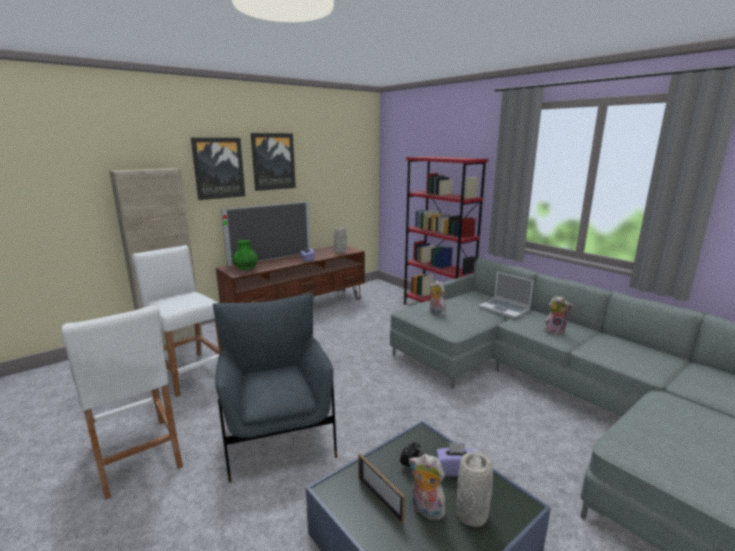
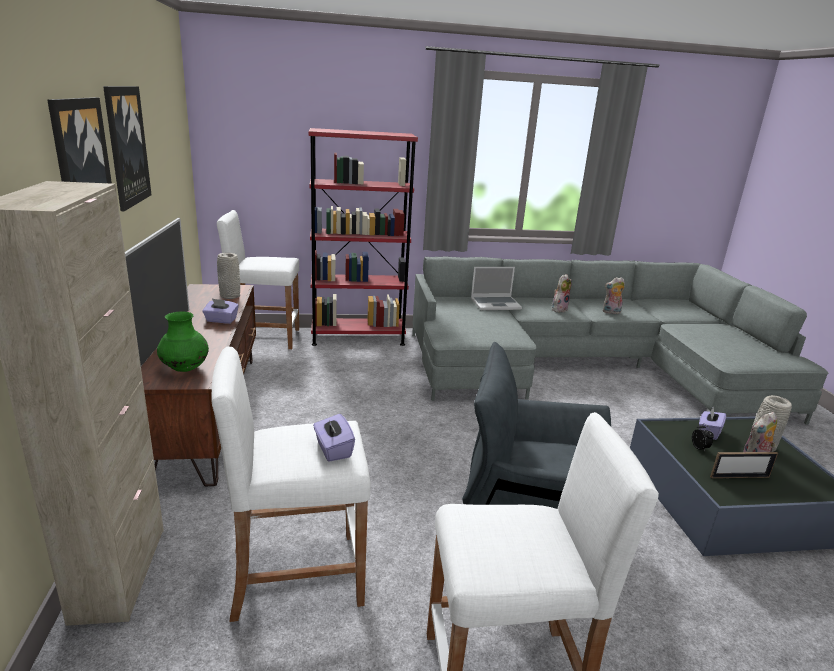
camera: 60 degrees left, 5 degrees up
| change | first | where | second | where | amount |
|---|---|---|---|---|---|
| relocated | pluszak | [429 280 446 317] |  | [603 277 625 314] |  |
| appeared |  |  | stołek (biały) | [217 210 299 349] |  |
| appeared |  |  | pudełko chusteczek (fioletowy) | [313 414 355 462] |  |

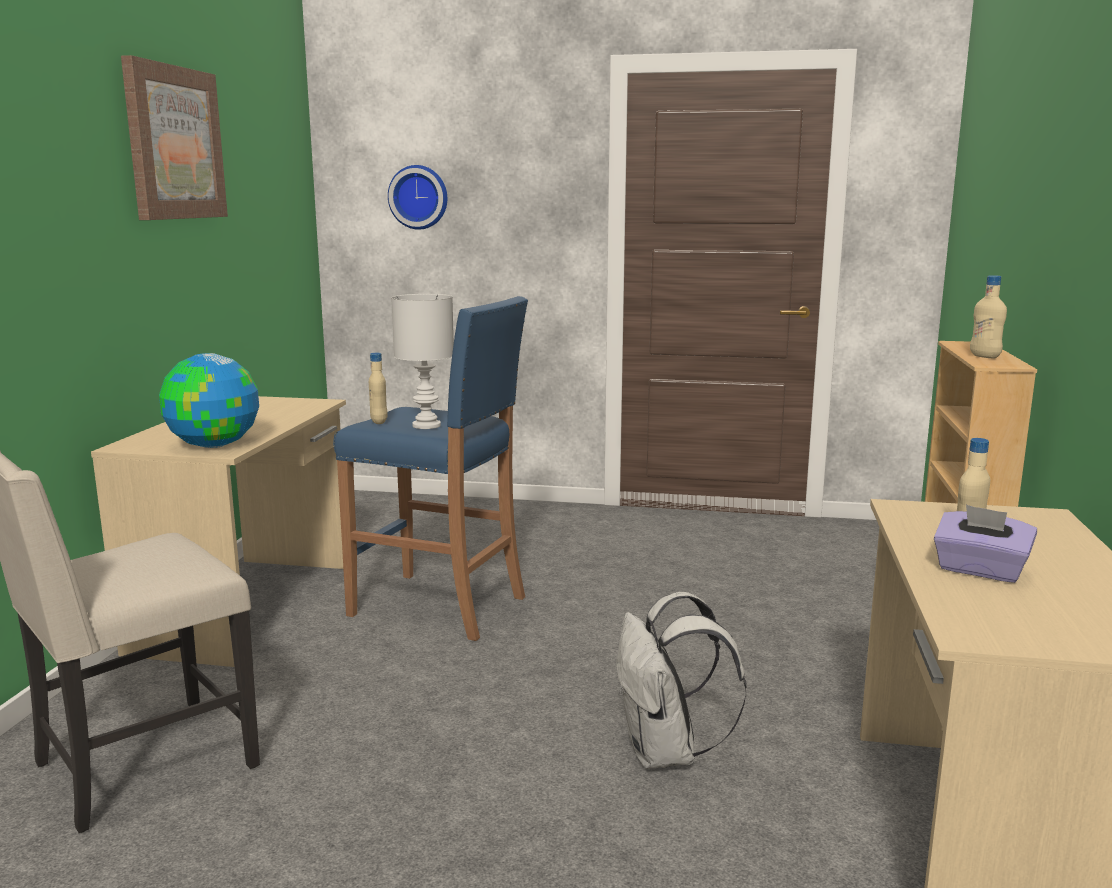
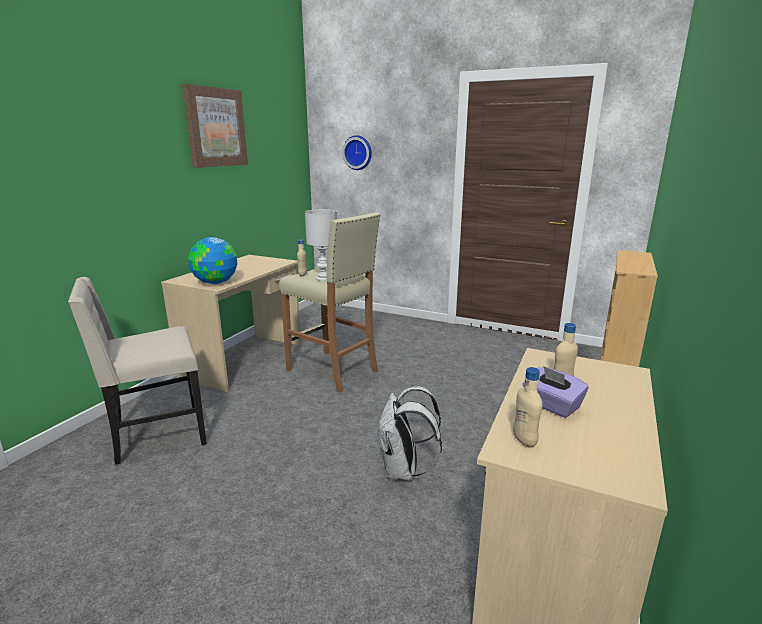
camera: 15 degrees right, 5 degrees up
| change | first | where | second | where | amount |
|---|---|---|---|---|---|
| relocated | butelka (beżowy) | [970 275 1007 358] |  | [513 367 543 448] |  |
| colour | stołek (niebieski) | [333 296 528 641] | stołek (beżowy) | [279 212 381 393] |  |

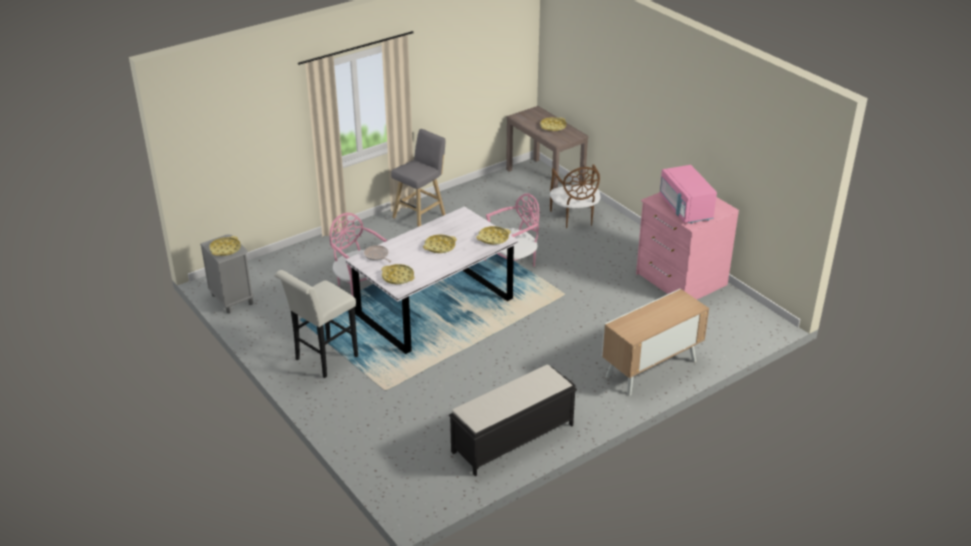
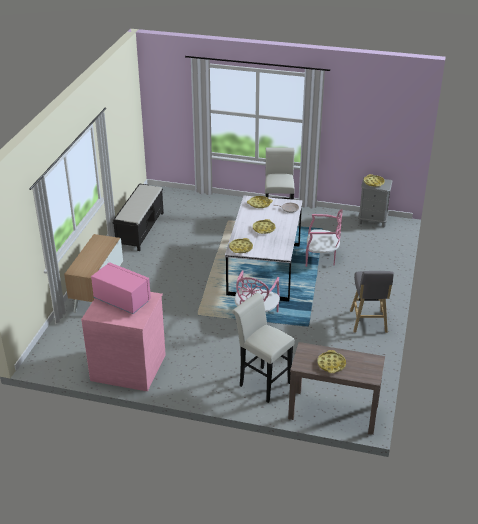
camera: 140 degrees right, 0 degrees up
| change | first | where | second | where | amount |
|---|---|---|---|---|---|
| exchanged | krzesło (brązowy) | [550 164 600 228] | stołek (biały) | [232 293 295 403] |  |

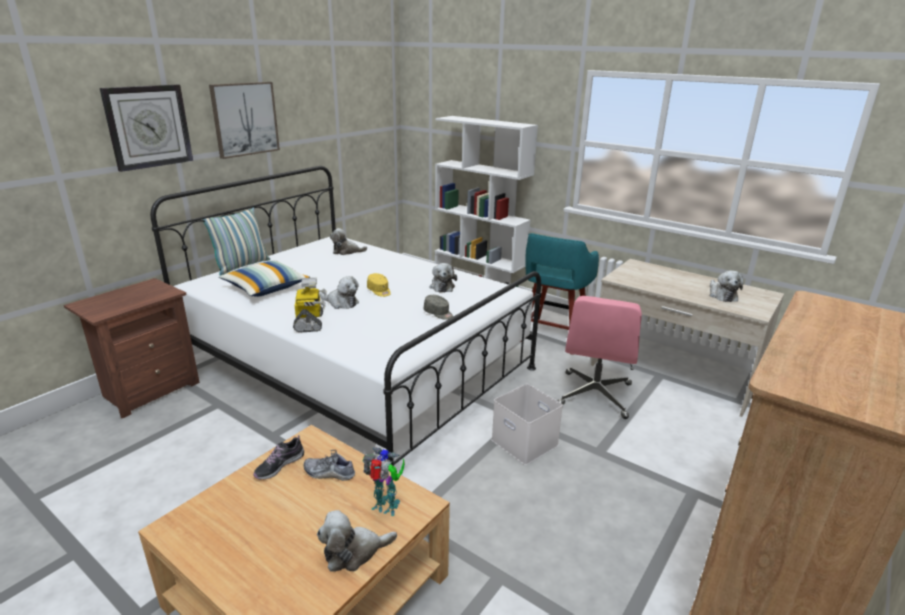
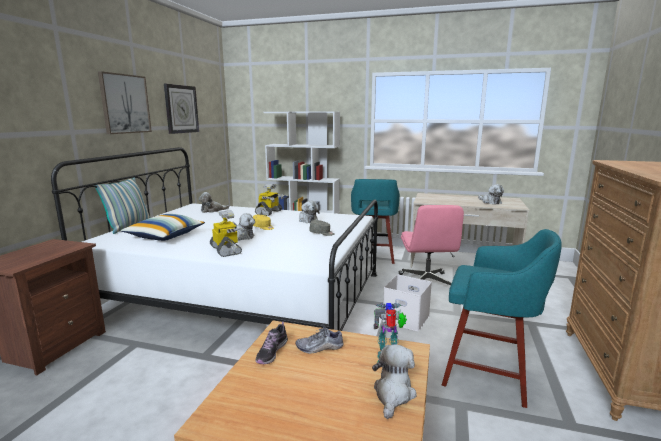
camera: 20 degrees left, 10 degrees down
| change | first | where | second | where | amount |
|---|---|---|---|---|---|
| relocated | zegar ścienny | [100 85 193 172] |  | [164 84 199 134] |  |
| spun | pluszak | [317 510 397 572] |  | [372 344 417 419] | 150 degrees clockwise |
| appeared |  |  | robot zabawkowy | [255 184 284 216] |  |
| appeared |  |  | stołek (turkusowy) | [442 229 562 408] |  |

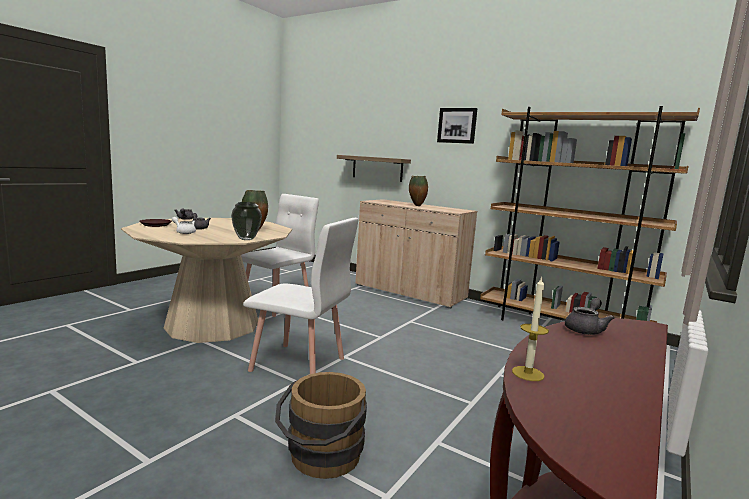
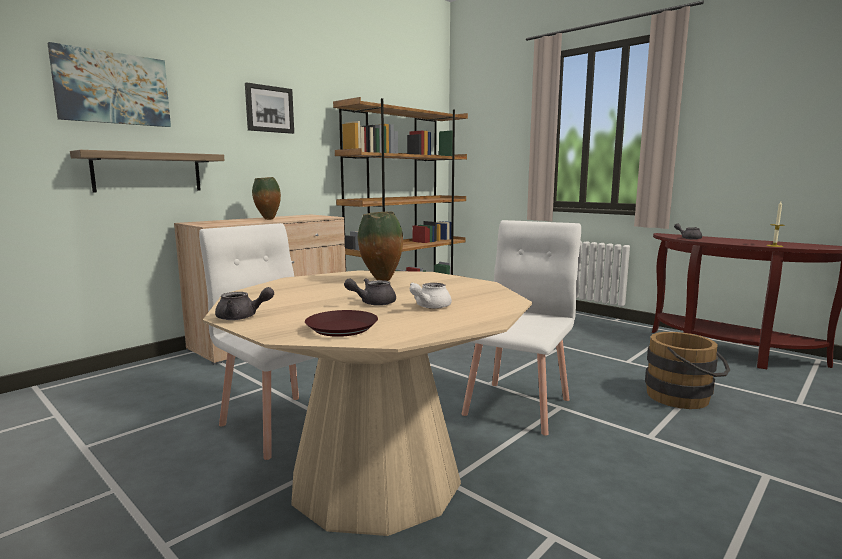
camera: 80 degrees left, 0 degrees up
| change | first | where | second | where | amount |
|---|---|---|---|---|---|
| missing | wazon | [231 202 262 240] |  |  |  |
| appeared |  |  | obraz | [47 42 171 127] |  |

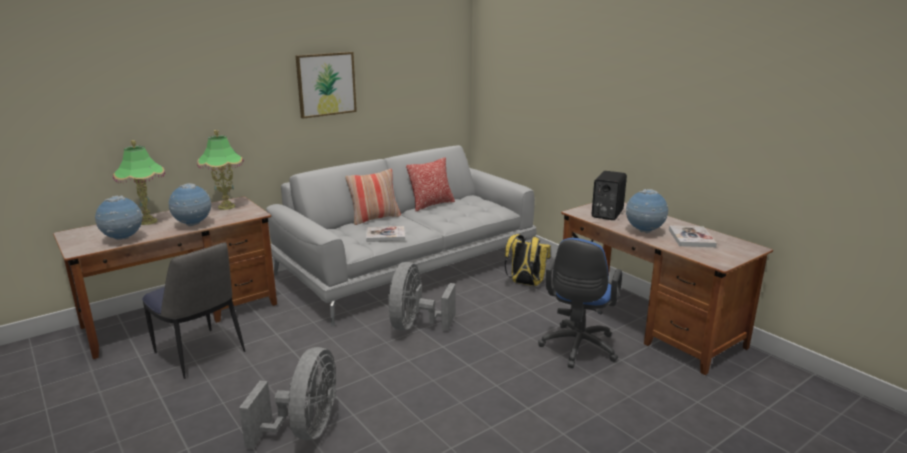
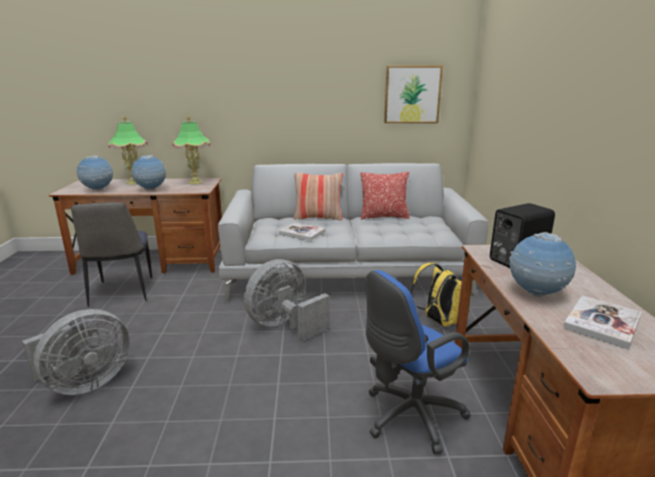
camera: 35 degrees right, 0 degrees up
| change | first | where | second | where | amount |
|---|---|---|---|---|---|
| relocated | obraz | [295 52 357 119] |  | [384 66 443 123] |  |

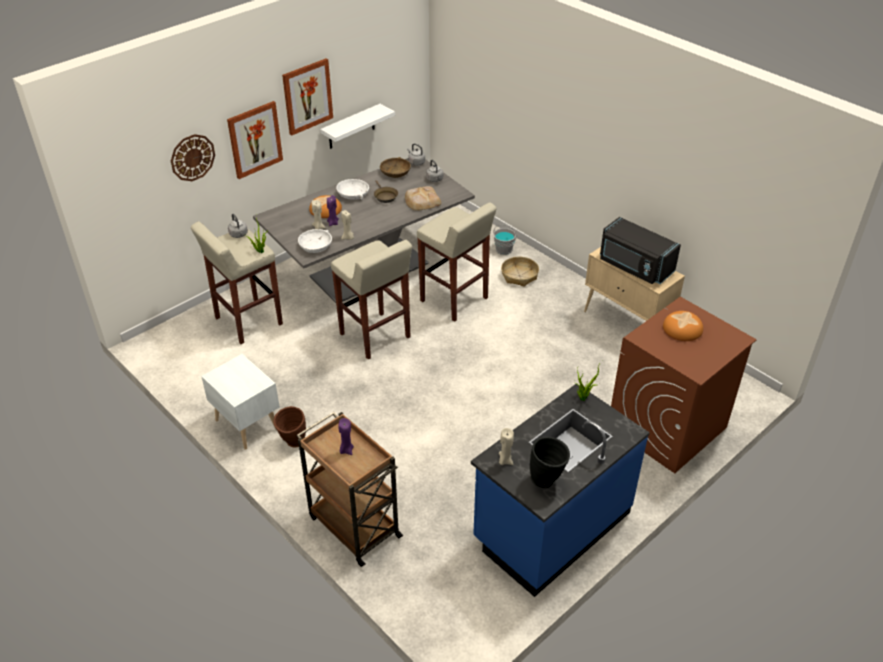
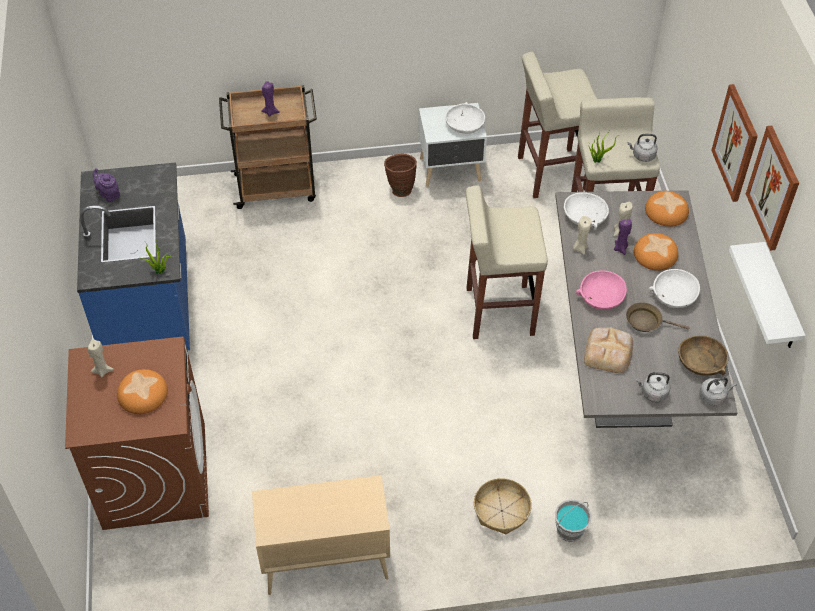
camera: 125 degrees right, 10 degrees up
| change | first | where | second | where | amount |
|---|---|---|---|---|---|
| missing | zegar ścienny | [171 134 215 181] |  |  |  |
| relocated | stołek (beżowy) | [417 202 497 322] |  | [518 52 597 198] |  |
| missing | mikrofalówka (czarny) | [600 217 681 284] |  |  |  |
| relocated | świeca (beżowy) | [499 428 514 465] |  | [88 339 114 377] |  |
| exchanged | wazon (czarny) | [530 437 570 488] | imbryk (fioletowy) | [93 168 120 202] |  |
| appeared |  |  | miska (biały) | [445 102 485 134] |  |
| appeared |  |  | chleb | [645 191 689 227] |  |
| appeared |  |  | miska (różowy) | [576 271 627 310] |  |

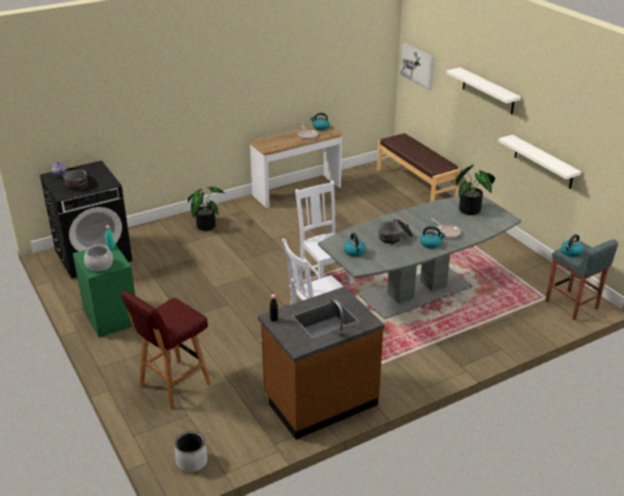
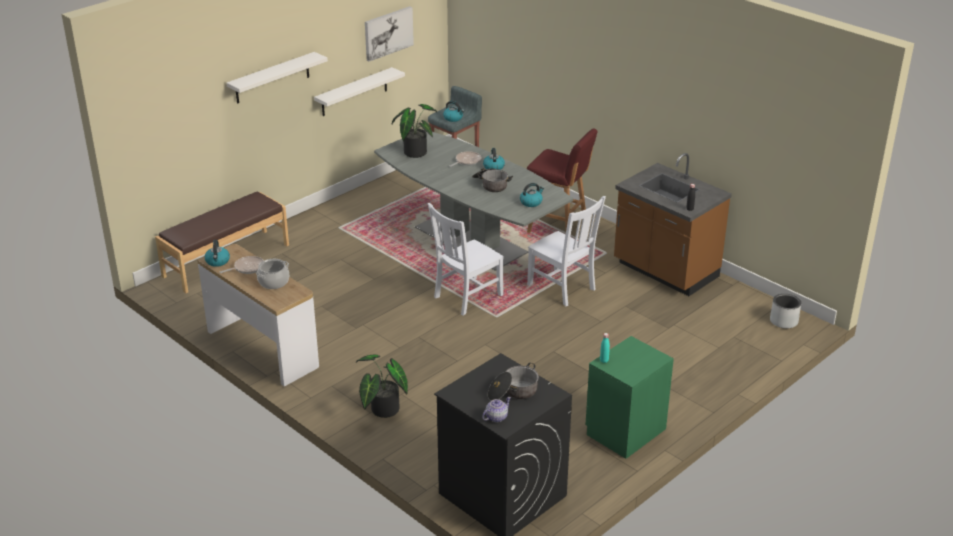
camera: 105 degrees left, 0 degrees up
| change | first | where | second | where | amount |
|---|---|---|---|---|---|
| relocated | obraz | [400 43 434 90] |  | [365 6 414 62] |  |
| relocated | garnek | [84 245 113 271] |  | [256 259 289 289] |  |
| relocated | stołek (czerwony) | [121 290 211 410] |  | [527 129 597 233] |  |

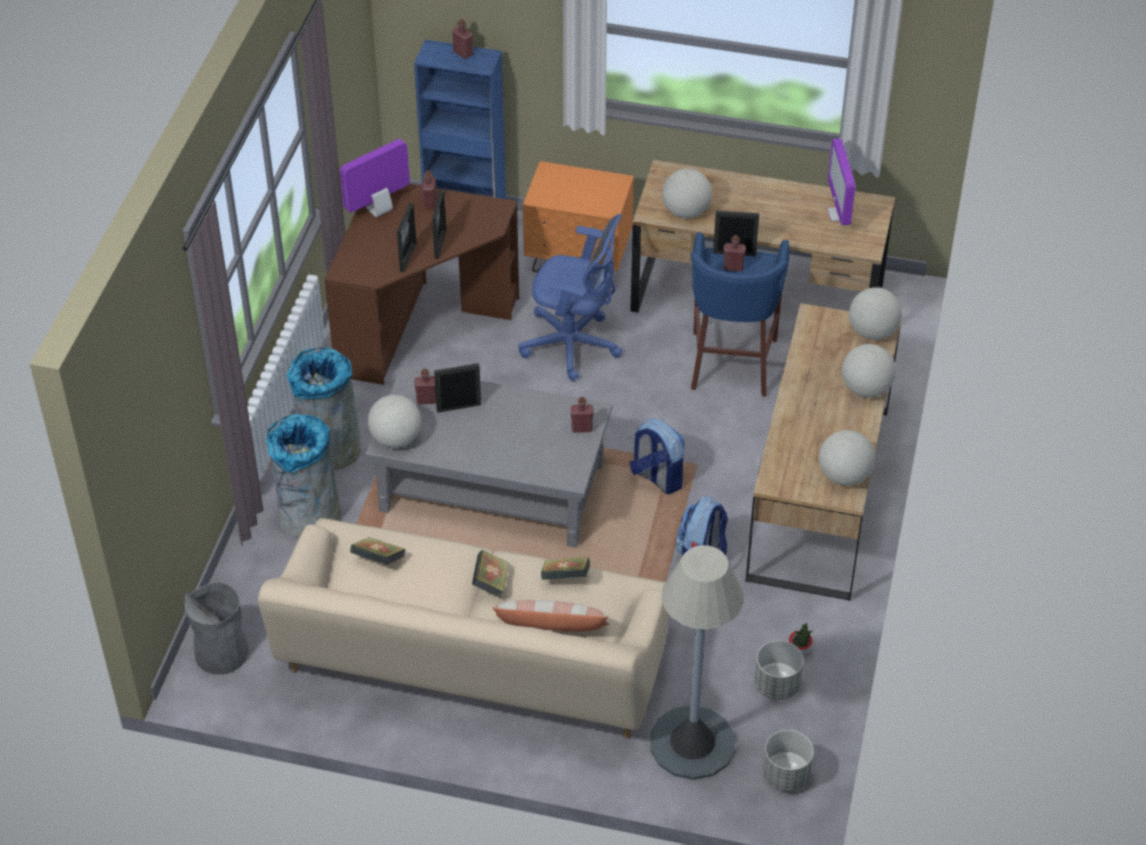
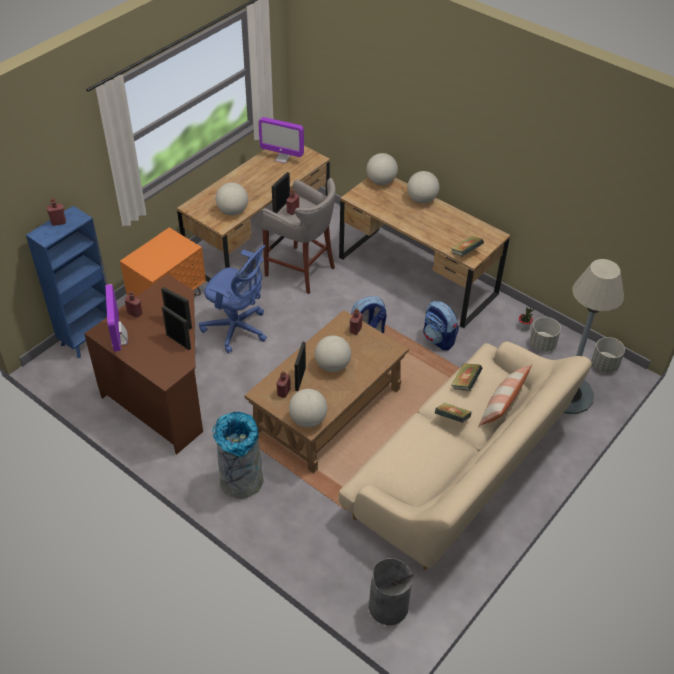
camera: 65 degrees left, 0 degrees up
| change | first | where | second | where | amount |
|---|---|---|---|---|---|
| spun | krzesło biurowe (niebieski) | [518 214 623 381] |  | [199 245 267 353] | 75 degrees clockwise |
| colour | stołek (niebieski) | [691 232 789 396] | stołek (szary) | [261 178 336 294] |  |
| colour | ława (szary) | [365 367 612 548] | ława (brązowy) | [244 310 409 473] |  |
| missing | kosz na śmieci (szary) | [266 414 341 538] |  |  |  |
| relocated | globus | [819 430 875 486] |  | [315 335 351 372] |  |
| relocated | książka | [350 537 405 565] |  | [451 236 484 257] |  |

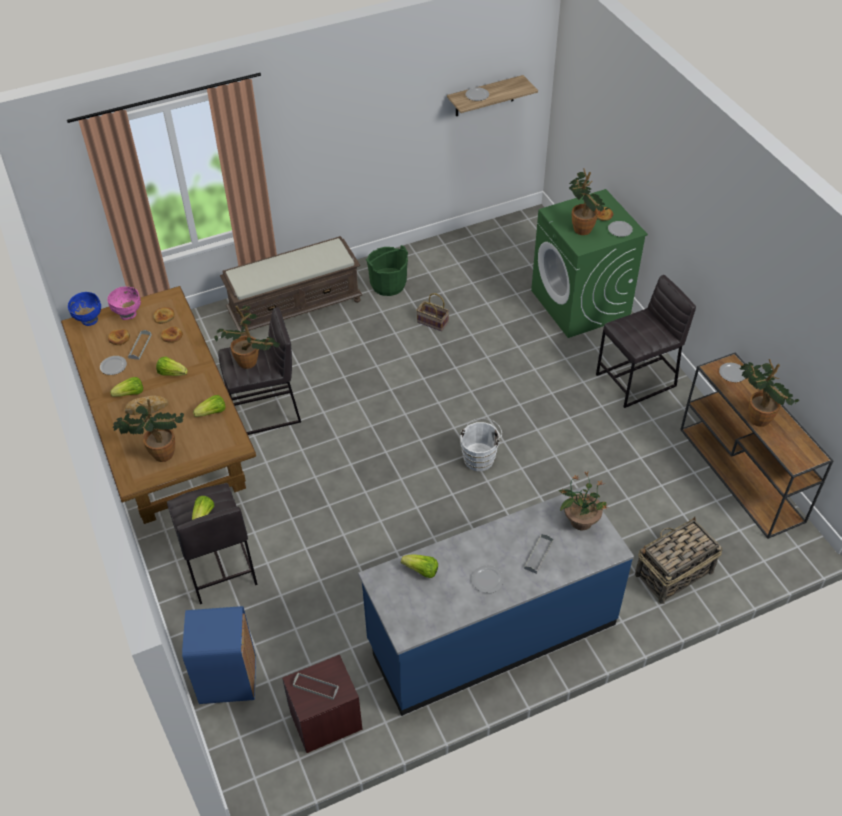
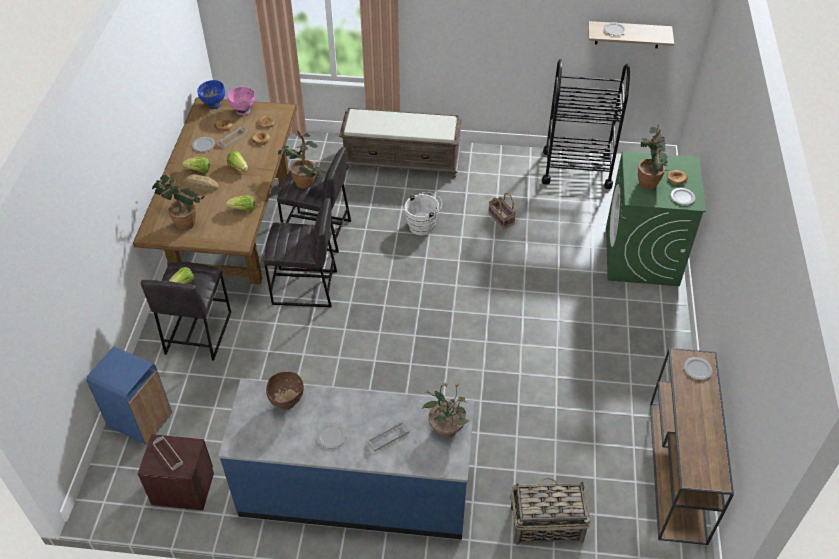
camera: 30 degrees right, 0 degrees up
| change | first | where | second | where | amount |
|---|---|---|---|---|---|
| missing | wiadro (zielony) | [366 245 408 296] |  |  |  |
| relocated | stołek (szary) | [596 275 696 408] |  | [264 198 337 307] |  |
| missing | roślina doniczkowa | [740 359 799 427] |  |  |  |
| relocated | wiadro (biały) | [460 418 502 471] |  | [405 192 442 235] |  |
| exchanged | sałata | [401 554 438 578] | miska (brązowy) | [266 372 304 410] |  |
| appeared |  |  | wózek (czarny) | [542 59 630 189] |  |

